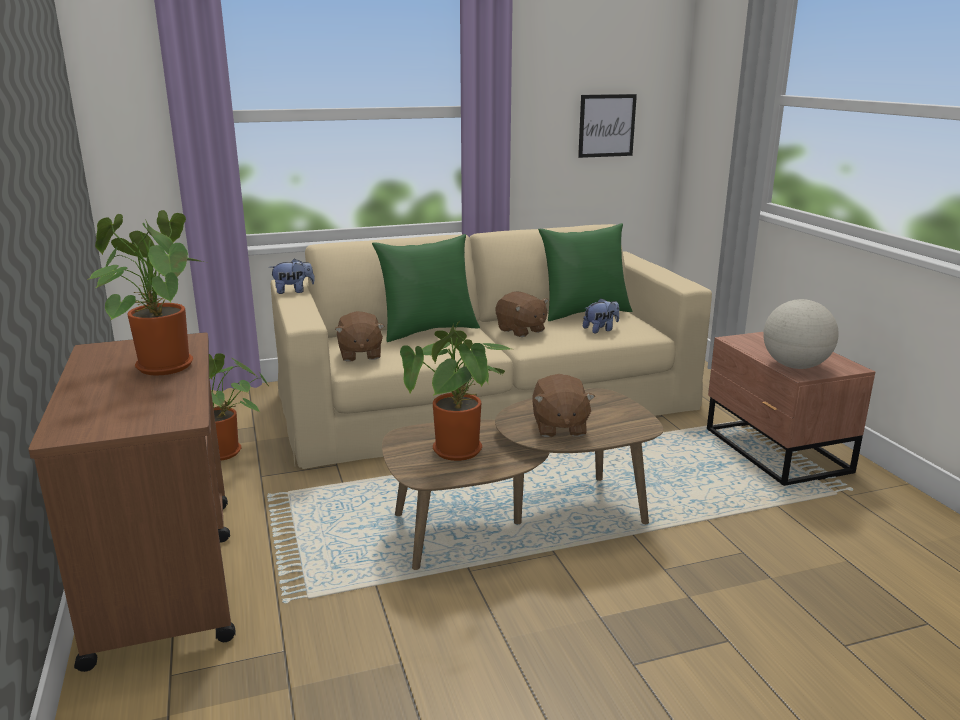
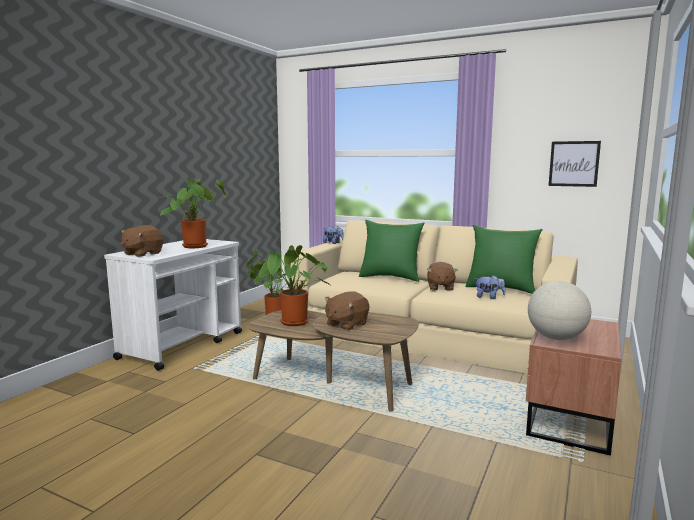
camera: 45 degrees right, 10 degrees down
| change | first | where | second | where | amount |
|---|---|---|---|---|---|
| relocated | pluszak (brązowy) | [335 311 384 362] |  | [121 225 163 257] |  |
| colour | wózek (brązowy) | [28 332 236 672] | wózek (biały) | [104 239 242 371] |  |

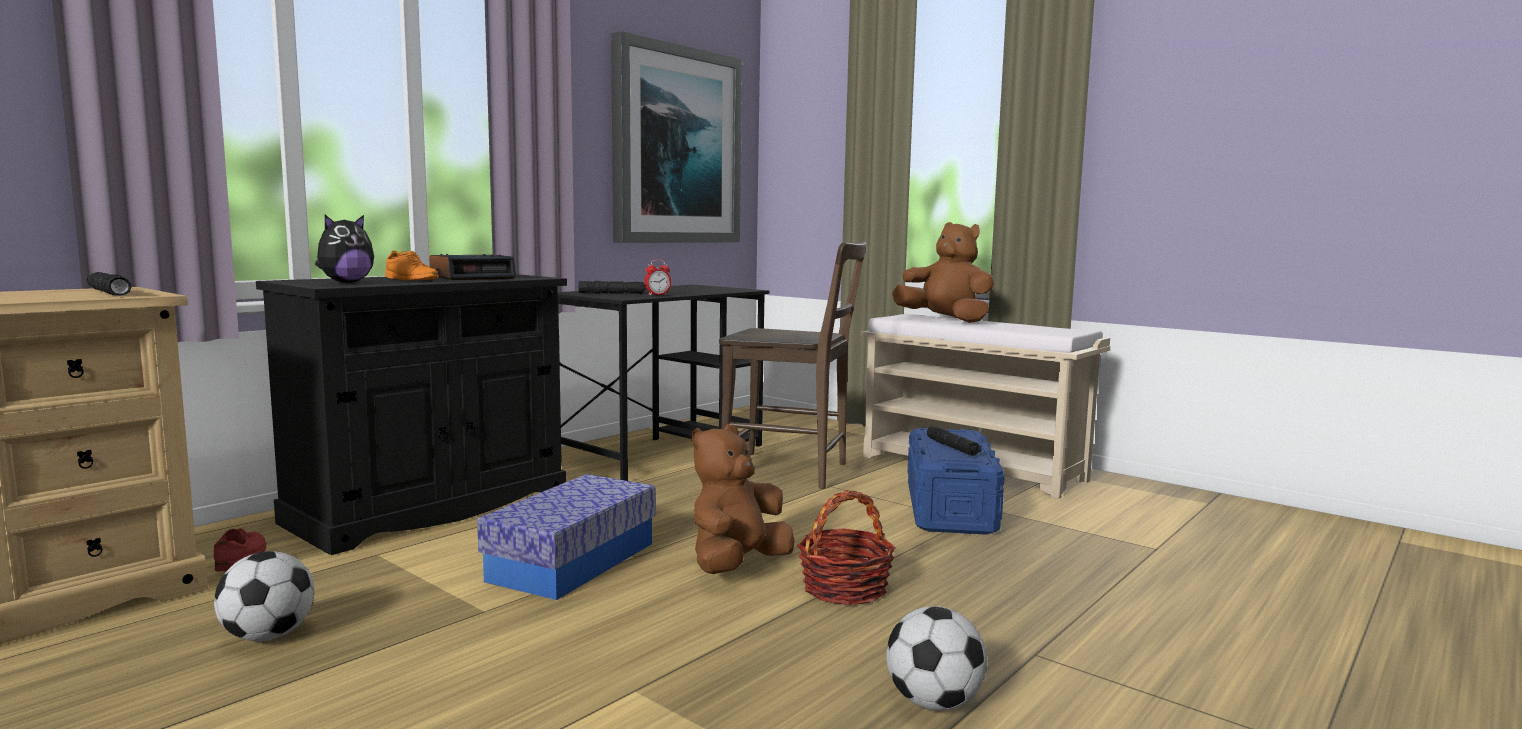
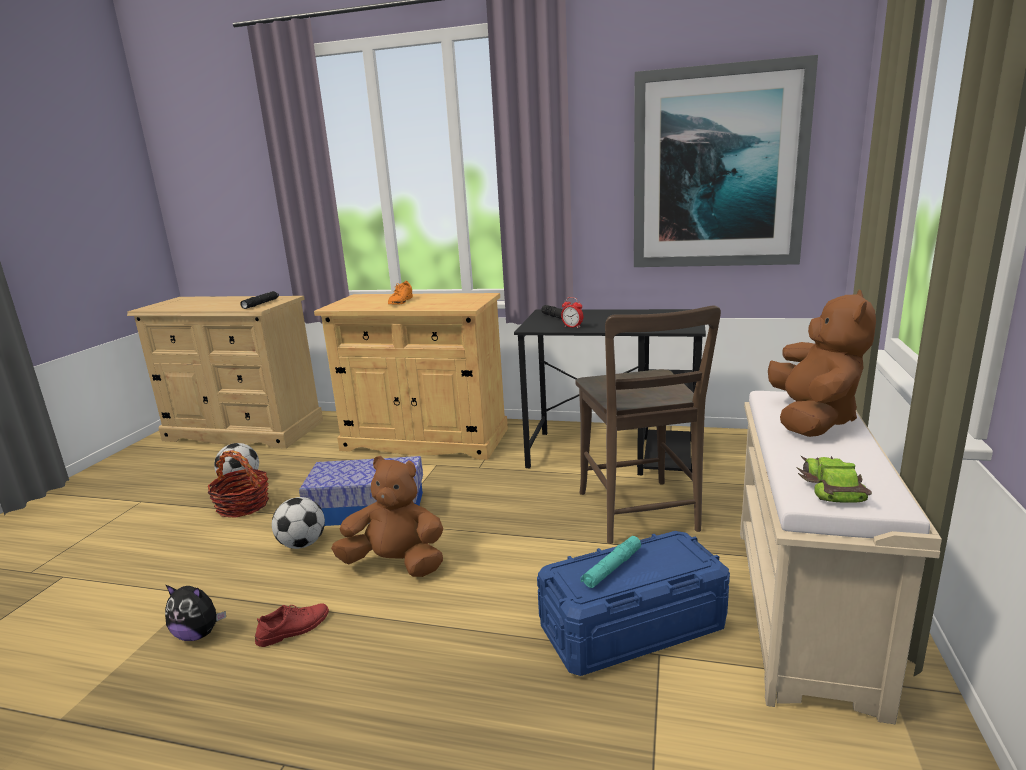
camera: 65 degrees right, 10 degrees up
| change | first | where | second | where | amount |
|---|---|---|---|---|---|
| relocated | pluszak | [315 215 374 283] |  | [165 585 226 641] |  |
| missing | budzik | [429 254 516 280] |  |  |  |
| colour | szafka (czarny) | [256 274 567 555] | szafka (beżowy) | [314 293 508 460] |  |
| colour | latarka (czarny) | [927 426 982 456] | latarka (turkusowy) | [580 536 641 588] |  |
| relocated | koszyk | [797 490 896 605] |  | [208 450 269 518] |  |
| relocated | but (czerwony) | [214 528 266 571] |  | [255 603 329 647] |  |
| relocated | piłka futbolowa | [886 606 987 710] |  | [272 497 325 549] |  |
| appeared |  |  | samochodzik | [796 456 872 503] |  |

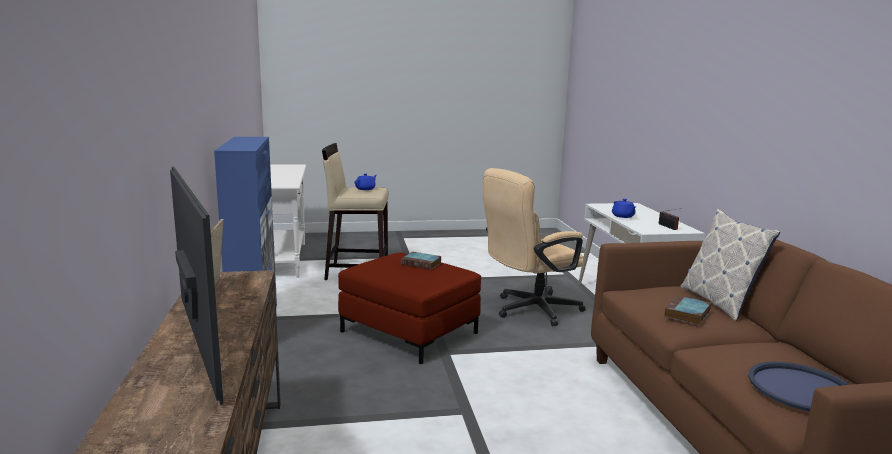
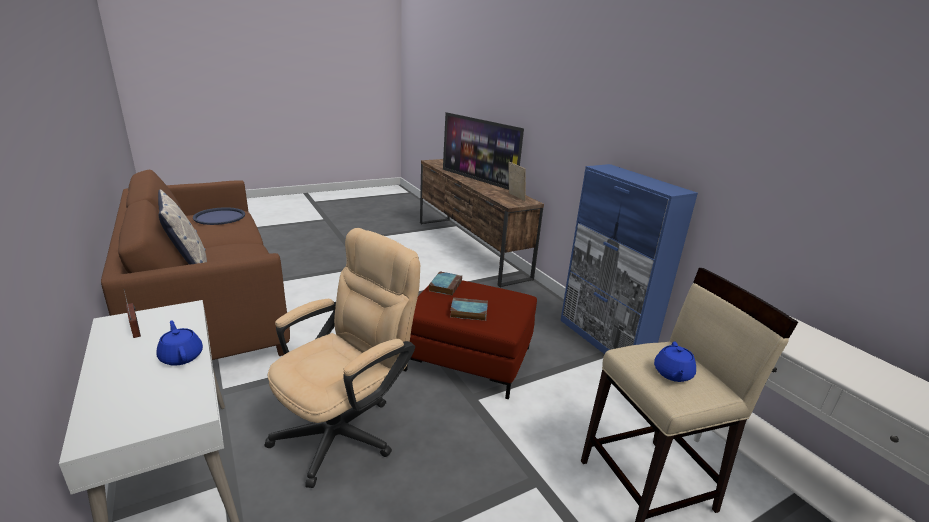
camera: 160 degrees right, 10 degrees up
| change | first | where | second | where | amount |
|---|---|---|---|---|---|
| relocated | książka | [665 296 711 325] |  | [429 271 462 296] |  |

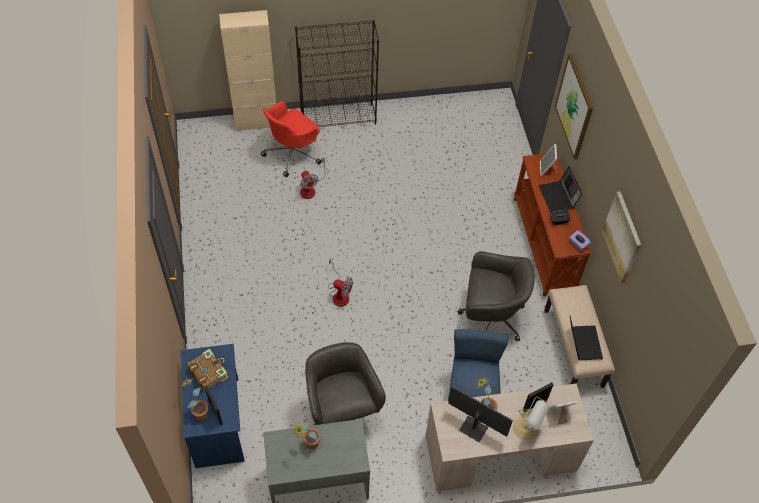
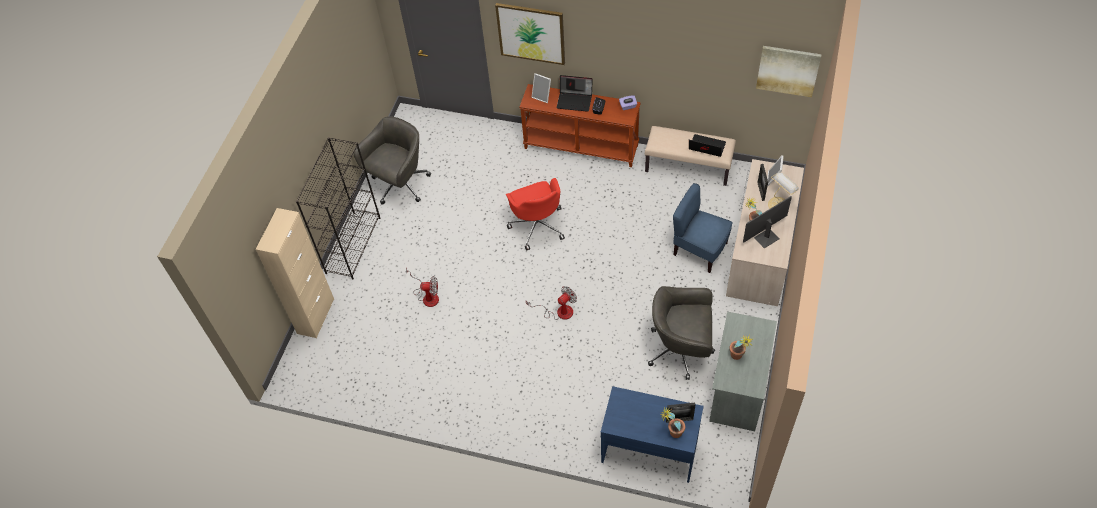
camera: 60 degrees left, 0 degrees up
| change | first | where | second | where | amount |
|---|---|---|---|---|---|
| relocated | krzesło biurowe (czerwony) | [261 101 321 177] |  | [506 178 565 251] |  |
| relocated | obraz | [602 191 641 283] |  | [756 46 822 97] |  |
| relocated | krzesło biurowe (szary) | [457 251 535 341] |  | [353 117 431 204] |  |
| missing | książka | [187 349 228 391] |  |  |  |

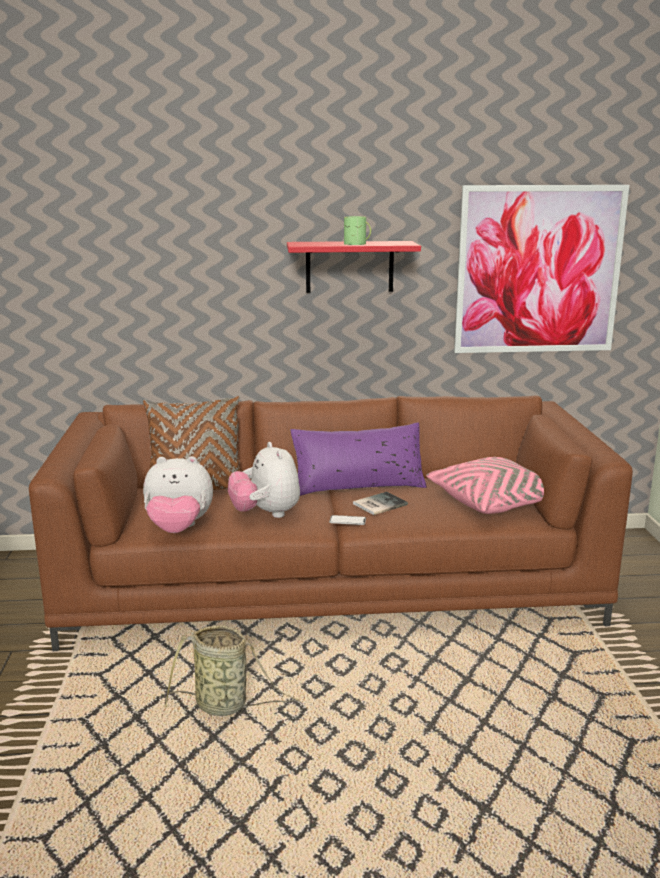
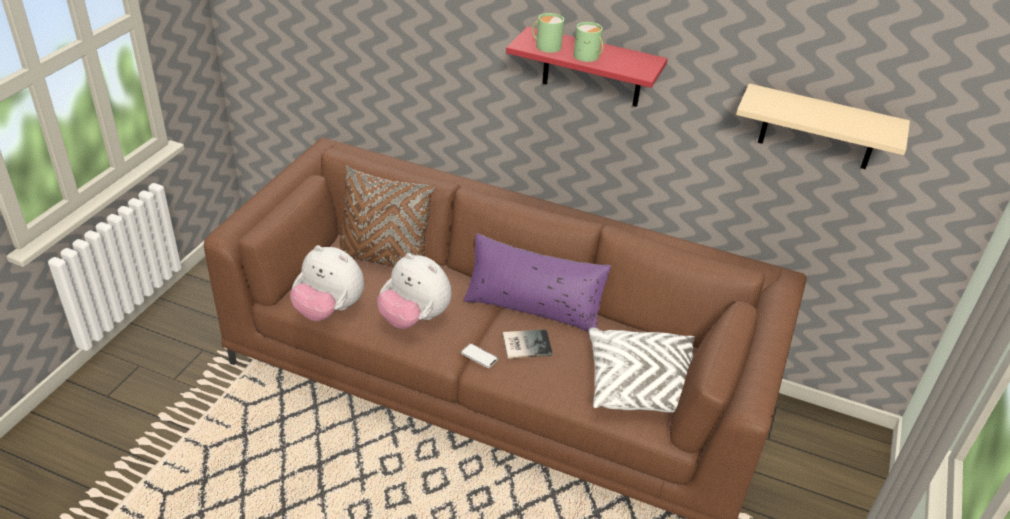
camera: 25 degrees right, 20 degrees up
| change | first | where | second | where | amount |
|---|---|---|---|---|---|
| exchanged | obraz | [454 185 629 353] | półka (beżowy) | [736 84 910 169] |  |
| spun | pluszak | [228 442 300 518] |  | [377 253 451 329] | 60 degrees counterclockwise |
| colour | poduszka (różowy) | [426 457 544 514] | poduszka (biały) | [589 328 695 412] |  |
| missing | koszyk | [165 625 300 716] |  |  |  |
| appeared |  |  | kubek (zielony) | [532 13 564 53] |  |

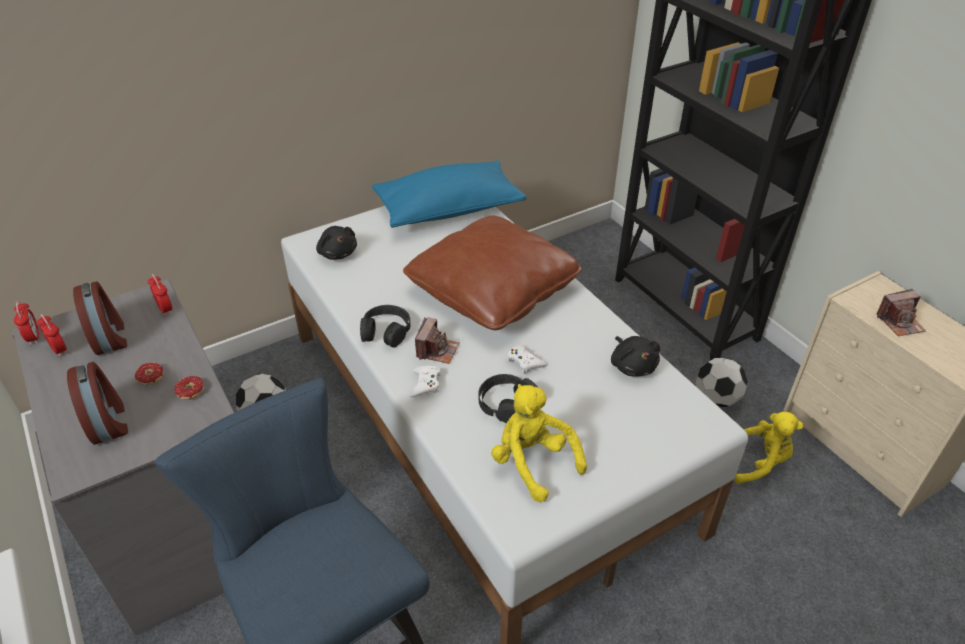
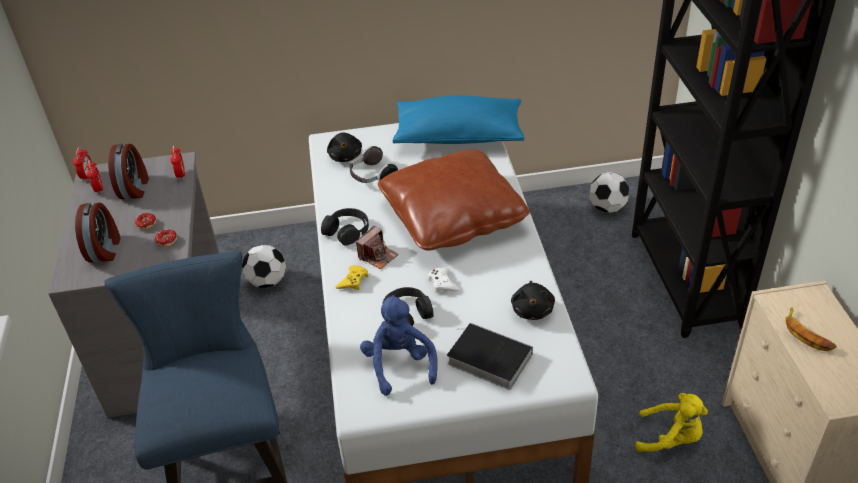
camera: 25 degrees right, 0 degrees up
| change | first | where | second | where | amount |
|---|---|---|---|---|---|
| exchanged | aparat fotograficzny | [876 289 926 336] | banan | [785 307 837 351] |  |
| relocated | piłka futbolowa | [696 358 748 407] |  | [589 172 629 213] |  |
| colour | pad do gier (biały) | [410 365 440 397] | pad do gier (żółty) | [336 265 369 290] |  |
| colour | pluszak (żółty) | [491 384 587 502] | pluszak (niebieski) | [360 295 438 396] |  |
| appeared |  |  | słuchawki | [349 146 398 183] |  |
| appeared |  |  | książka | [447 322 533 390] |  |

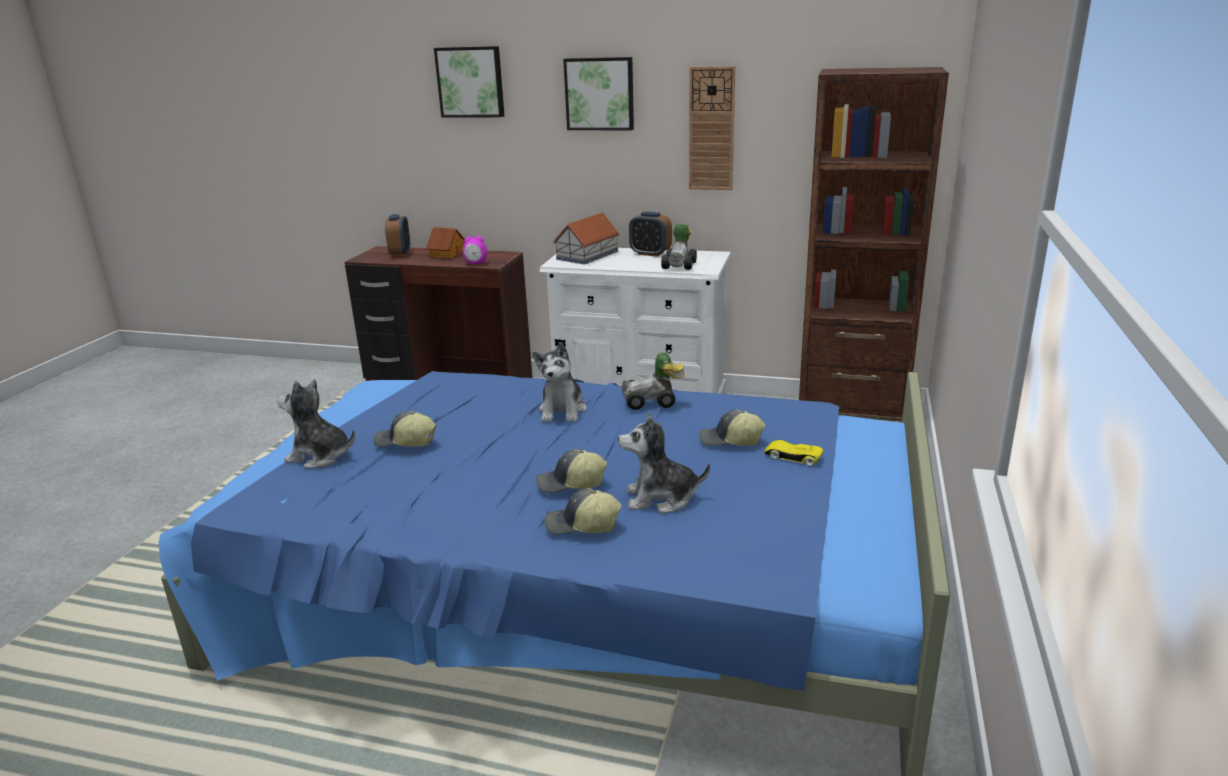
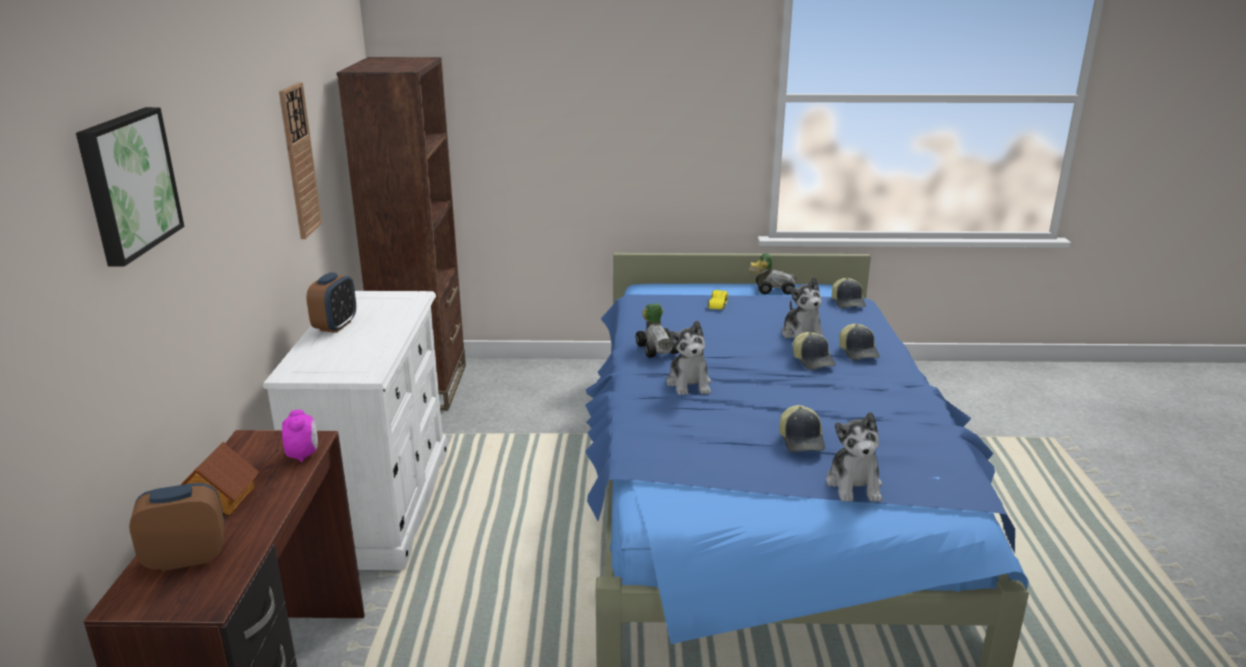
camera: 105 degrees left, 0 degrees up
| change | first | where | second | where | amount |
|---|---|---|---|---|---|
| missing | obraz | [563 57 634 130] |  |  |  |
| missing | domek | [553 213 619 265] |  |  |  |
| relocated | samochodzik | [661 224 697 270] |  | [749 253 796 295] |  |
| spun | pluszak | [532 342 587 422] |  | [666 320 711 395] | 90 degrees clockwise |
| relocated | czapka z daszkiem | [699 410 766 446] |  | [832 278 866 308] |  |

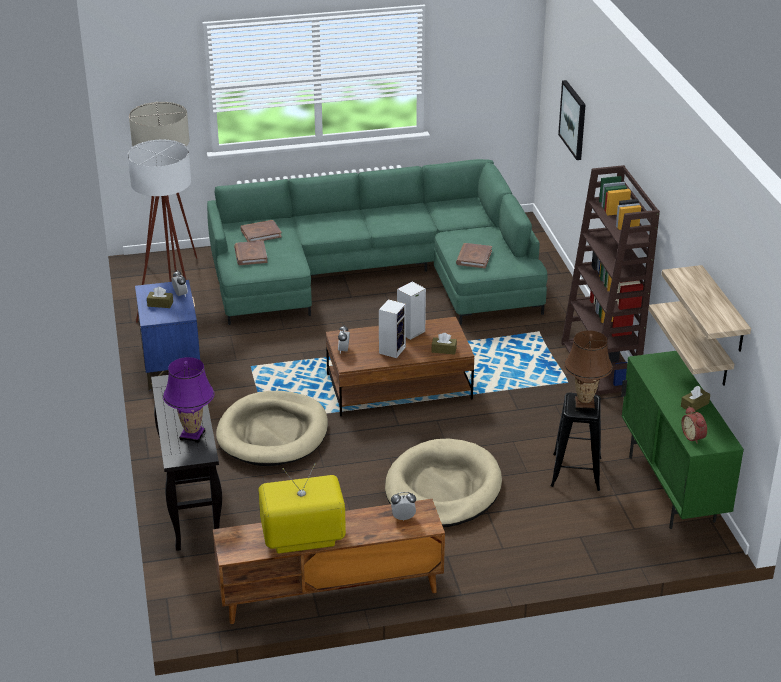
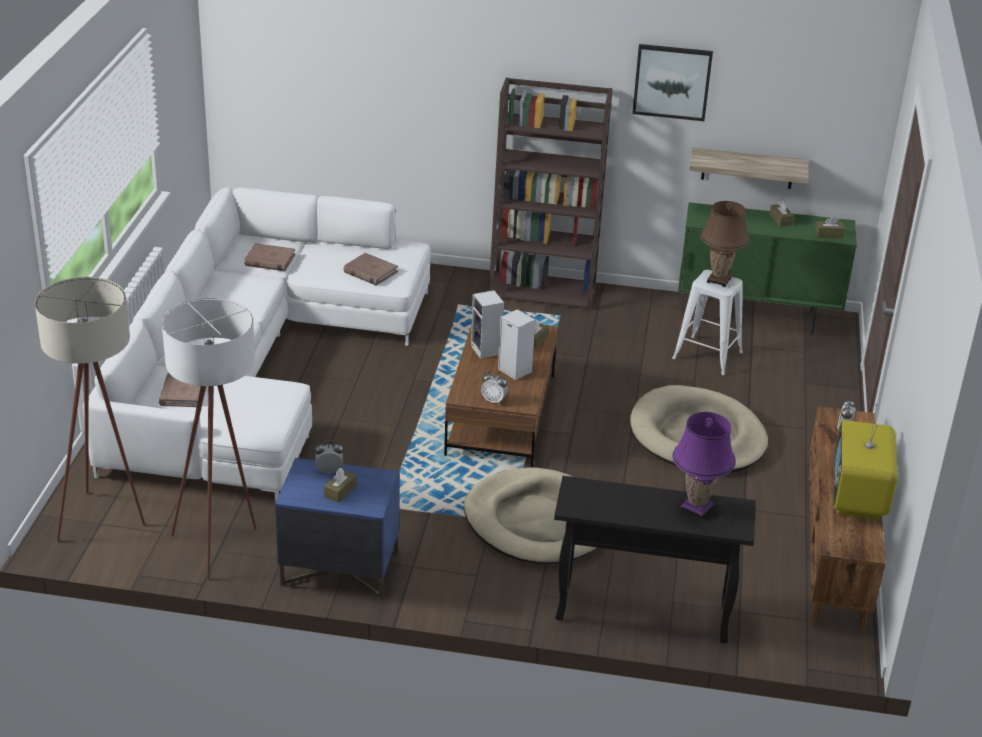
camera: 70 degrees left, 0 degrees up
| change | first | where | second | where | amount |
|---|---|---|---|---|---|
| relocated | obraz | [558 80 586 160] |  | [632 44 713 121] |  |
| colour | kanapa (zielony) | [207 159 547 325] | kanapa (biały) | [83 187 431 502] |  |
| relocated | książka (brązowy) | [234 240 268 265] |  | [244 243 295 271] |  |
| missing | półka | [661 265 751 352] |  |  |  |
| colour | stołek (czarny) | [551 393 601 491] | stołek (biały) | [673 270 743 375] |  |
| exchanged | budzik | [681 406 707 444] | pudełko chusteczek (brązowy) | [815 216 845 238] |  |

